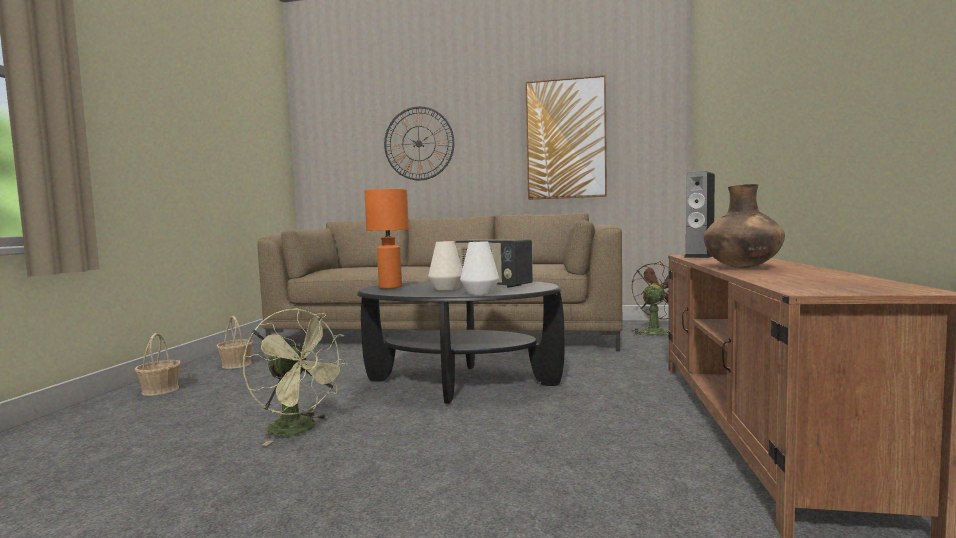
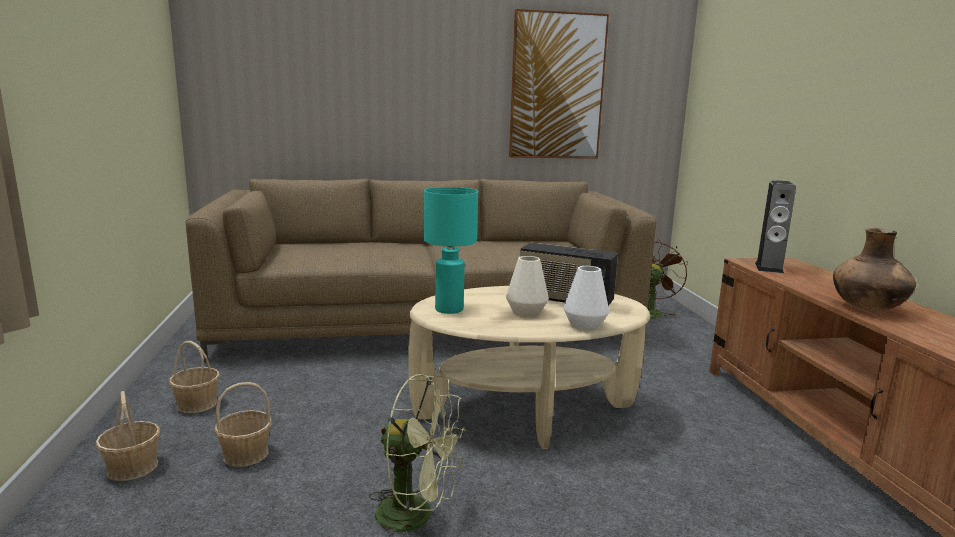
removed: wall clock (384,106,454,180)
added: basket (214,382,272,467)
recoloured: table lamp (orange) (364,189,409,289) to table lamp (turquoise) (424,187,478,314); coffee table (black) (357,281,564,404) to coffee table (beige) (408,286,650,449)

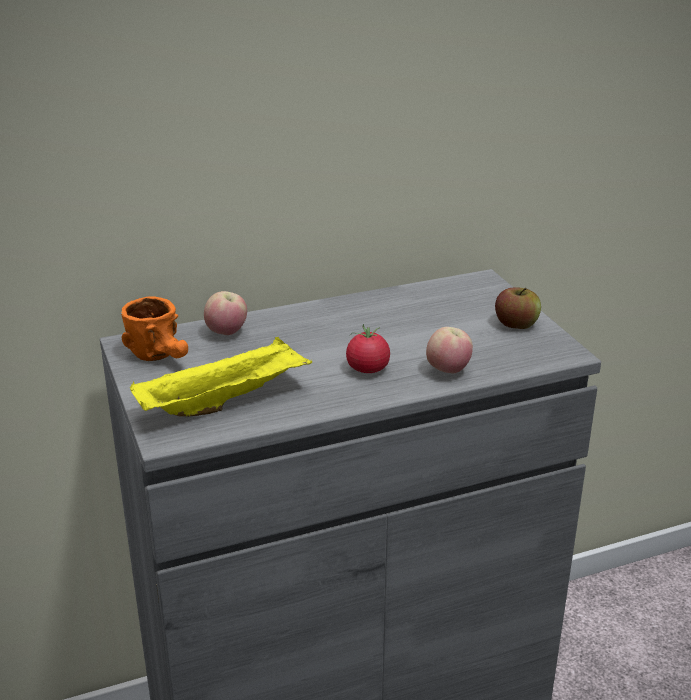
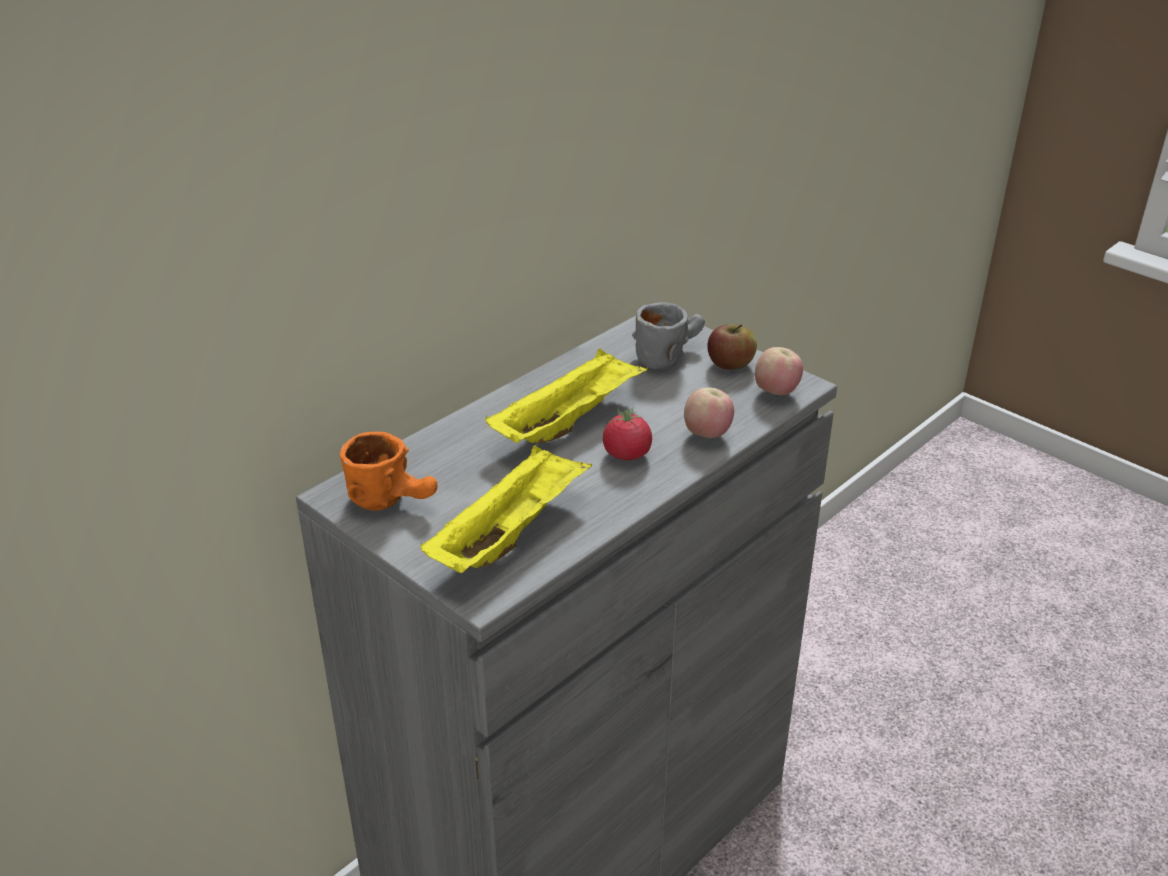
added: mug (grey) (632,302,705,370); tray (yellow) (486,348,648,444)
moved: apple (204,291,247,335) to (755,347,803,395)

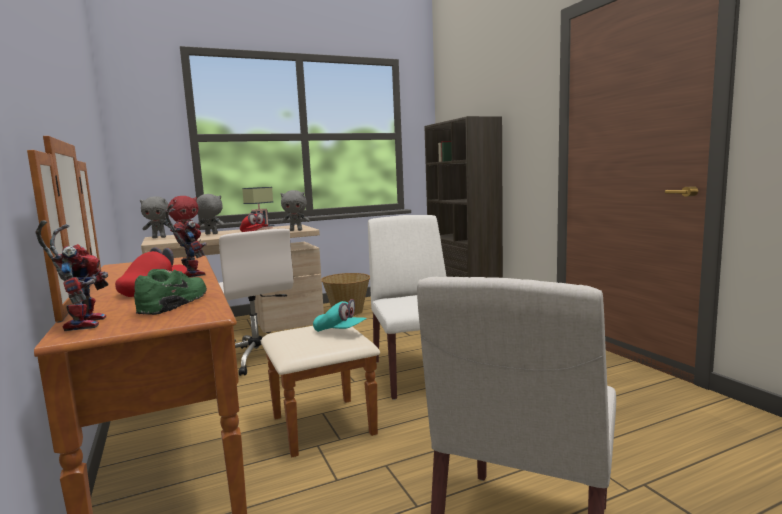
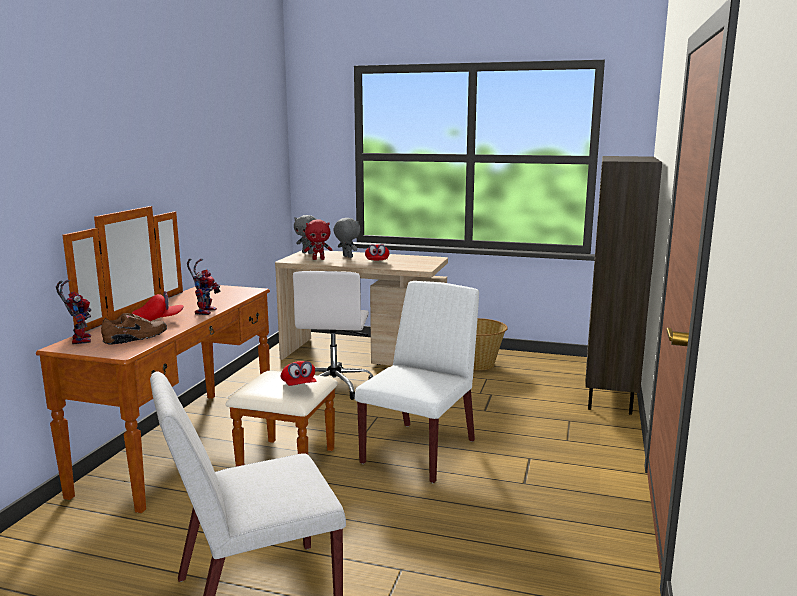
removed: table lamp (242,187,275,230); plush toy (grey) (281,190,310,231)
recoloured: shoe (green) (134,269,207,315) to shoe (brown) (101,313,167,345); cap (turquoise) (313,299,367,332) to cap (red) (281,361,317,386)
turned: toy robot (36,220,108,331) = (56,280,91,344) 45 degrees counterclockwise

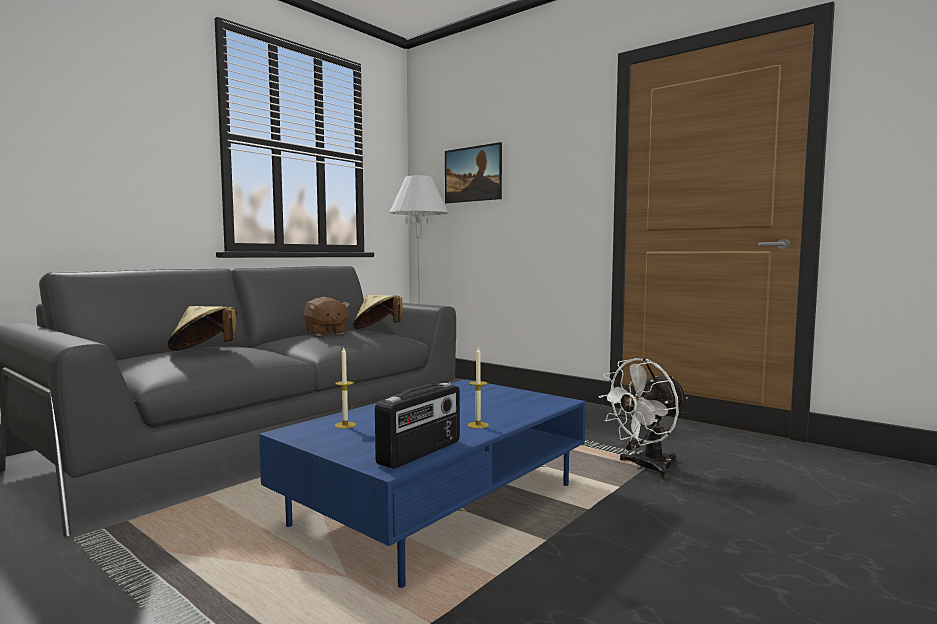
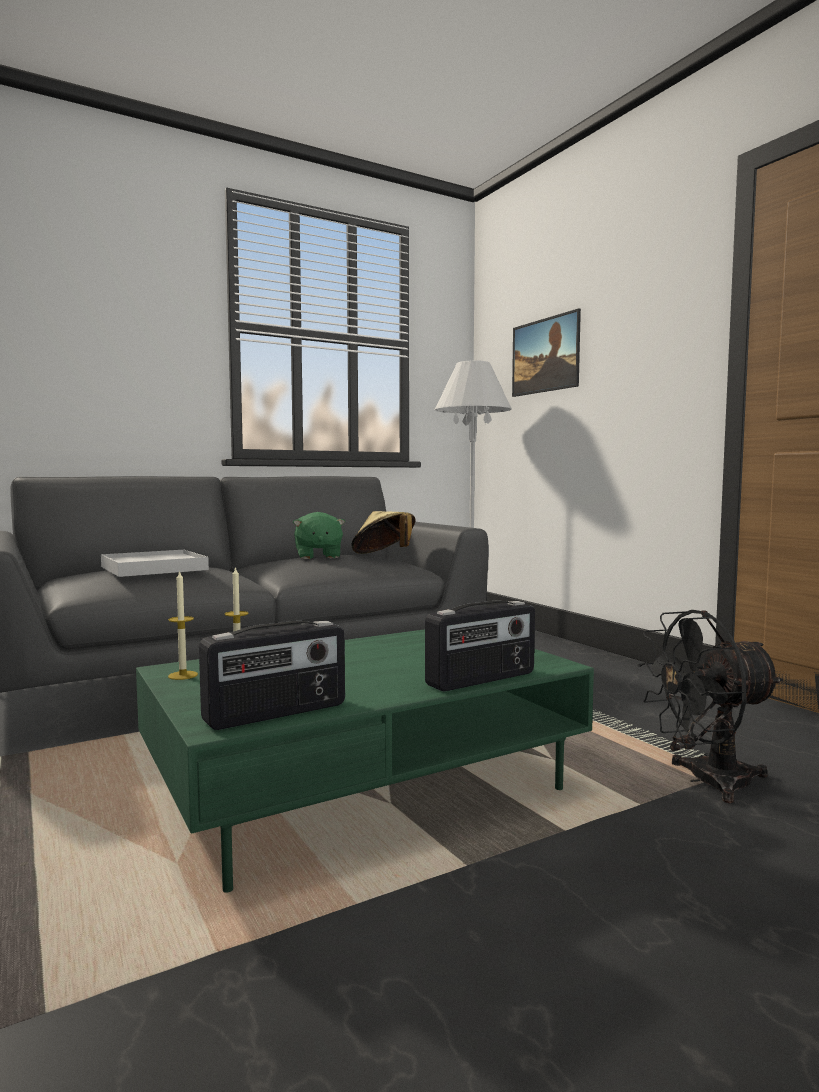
added: radio (425,601,535,691)
moved: candle (468,348,489,429) to (168,570,198,680)
replaced: hat (beige) (168,306,237,351) to tray (white) (101,550,209,577)
recoloured: plush toy (brown) (304,297,350,336) to plush toy (green) (293,512,346,559); fan (white) (599,358,688,479) to fan (black) (638,610,783,803); coffee table (blue) (259,379,586,588) to coffee table (green) (136,629,594,893)

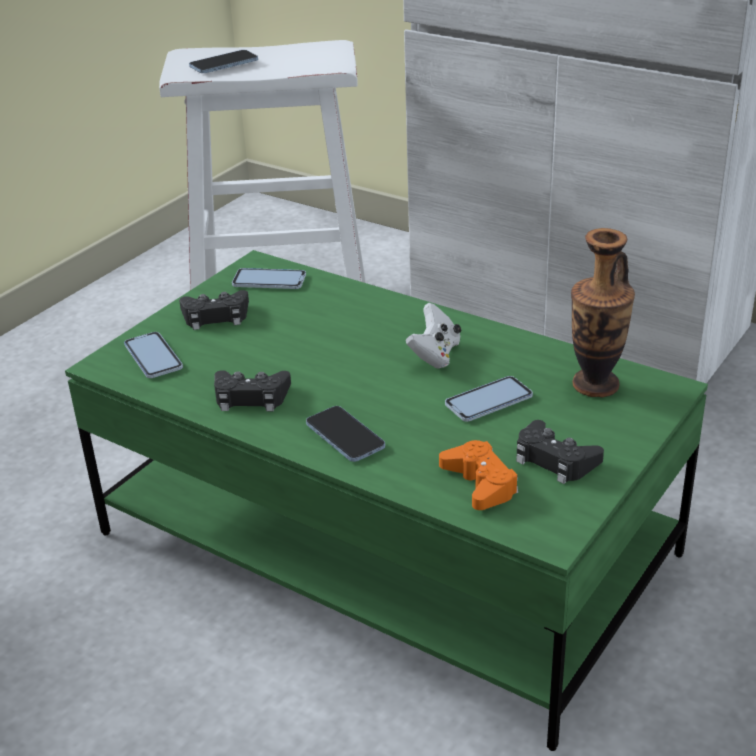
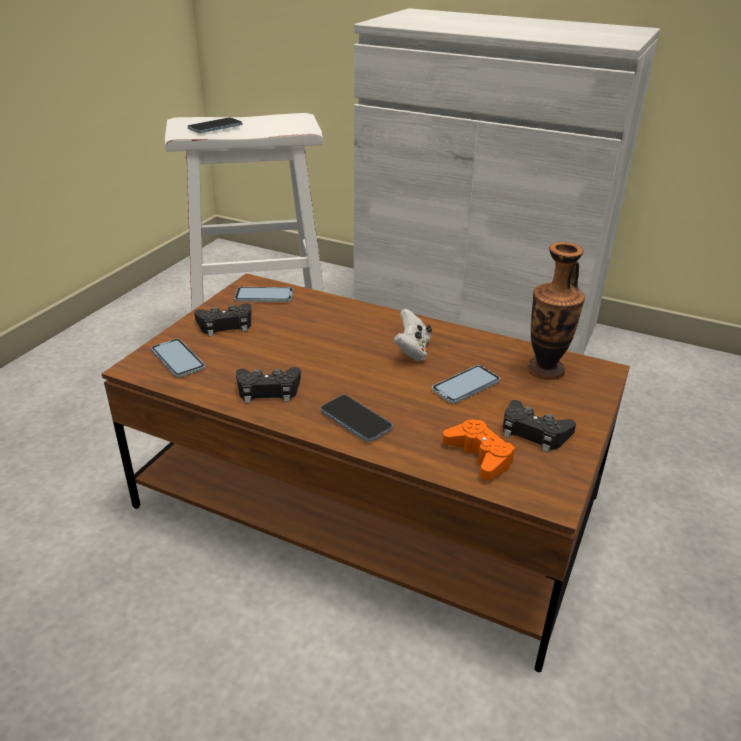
recoloured: coffee table (green) (65,250,708,751) to coffee table (brown) (102,273,630,672)

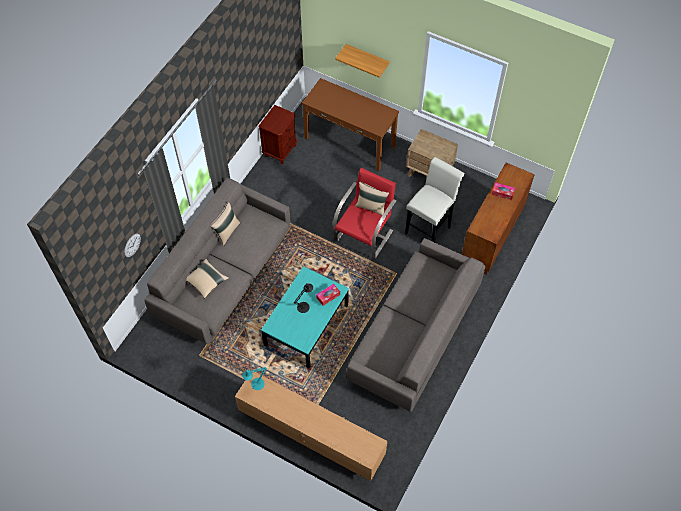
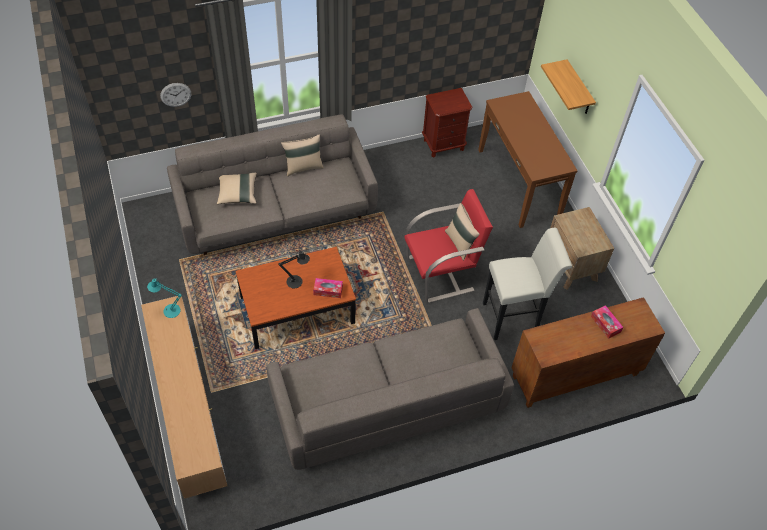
recoloured: coffee table (turquoise) (261,266,349,369) to coffee table (brown) (236,247,356,349)

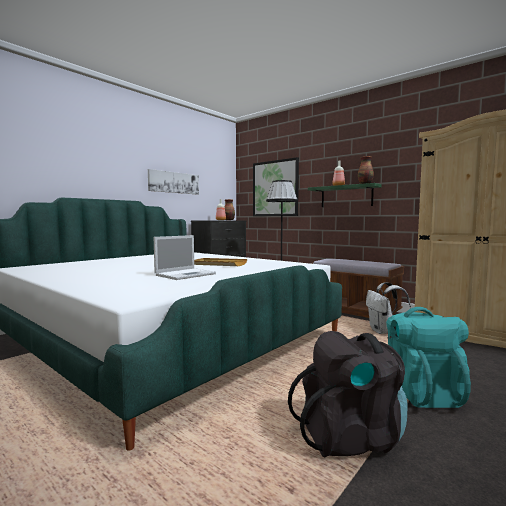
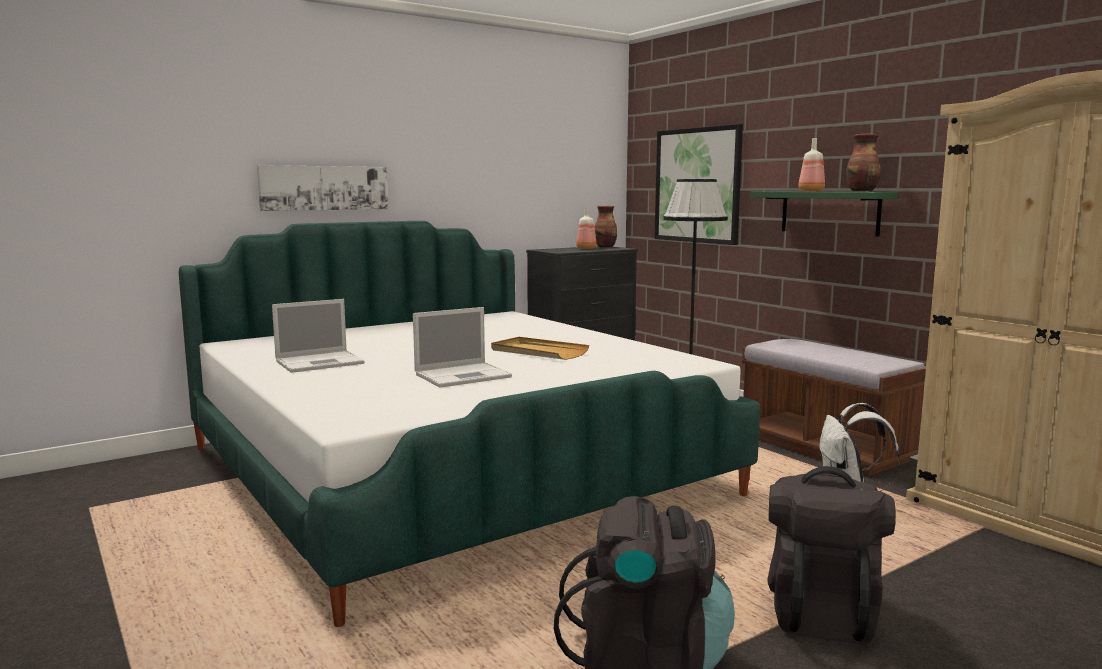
added: laptop (272,299,365,373)
moved: picture (148,169,199,195) to (257,165,388,211)
recoloured: backpack (turquoise) (386,307,471,408) to backpack (black) (767,466,896,644)

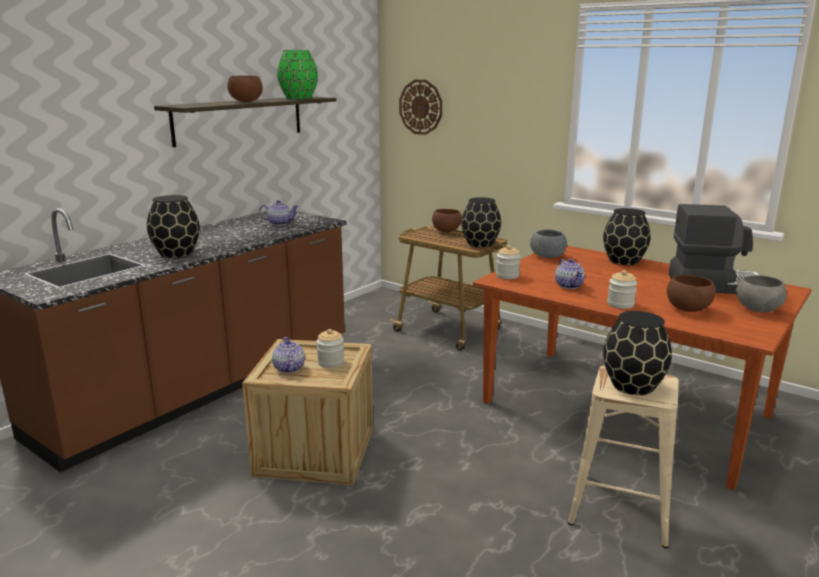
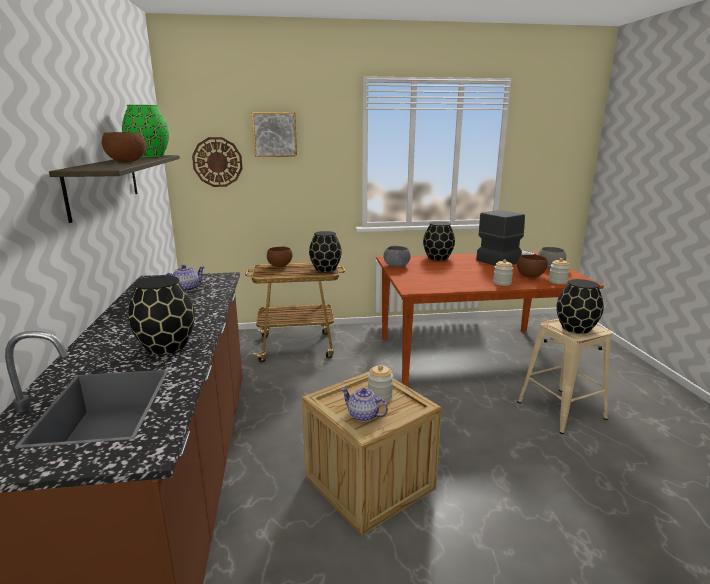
removed: teapot (555,259,585,289)
added: picture (252,112,297,157)
moved: jar (496,245,521,279) to (549,258,570,284)

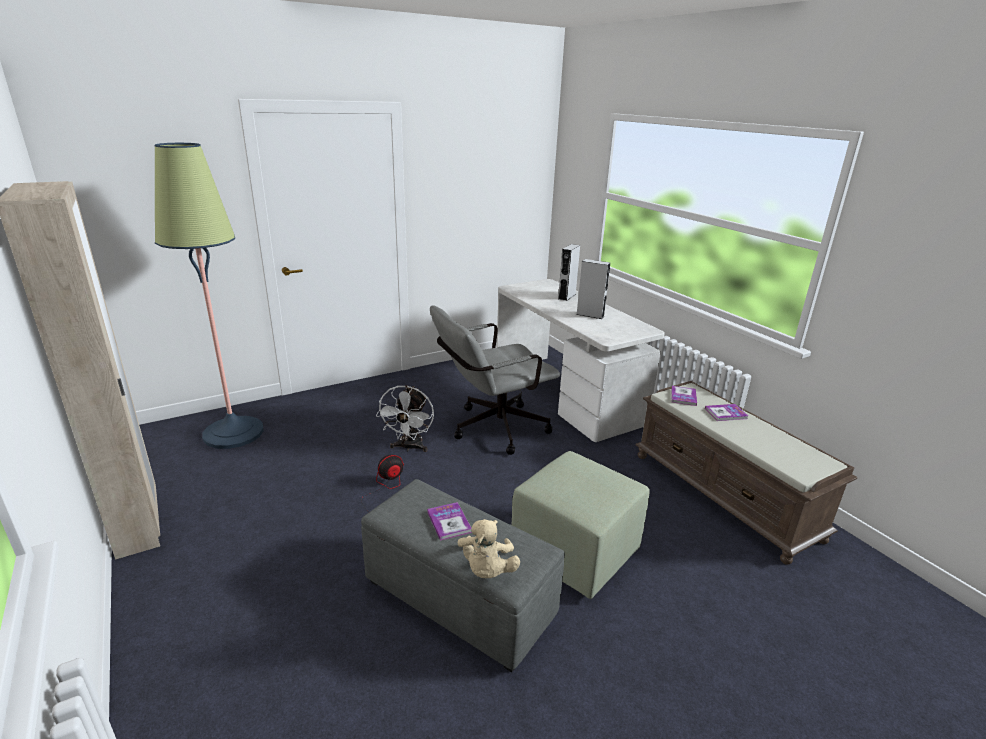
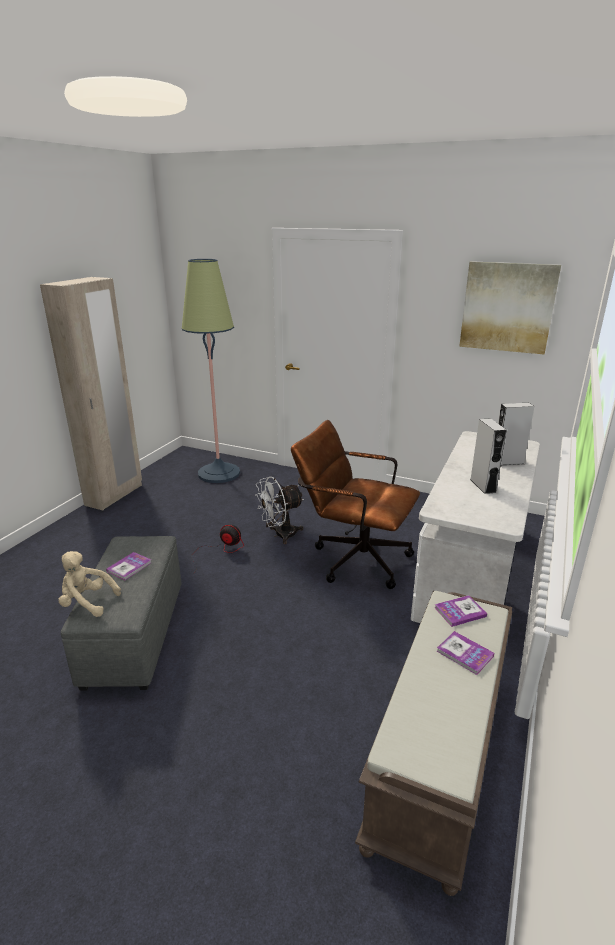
removed: ottoman (green) (511,451,650,599)
added: picture (459,261,561,354)
recoloured: office chair (grey) (430,305,560,455) to office chair (brown) (291,420,420,589)
turned: plush toy (beige) (458,519,520,578) = (59,551,121,617) 45 degrees clockwise

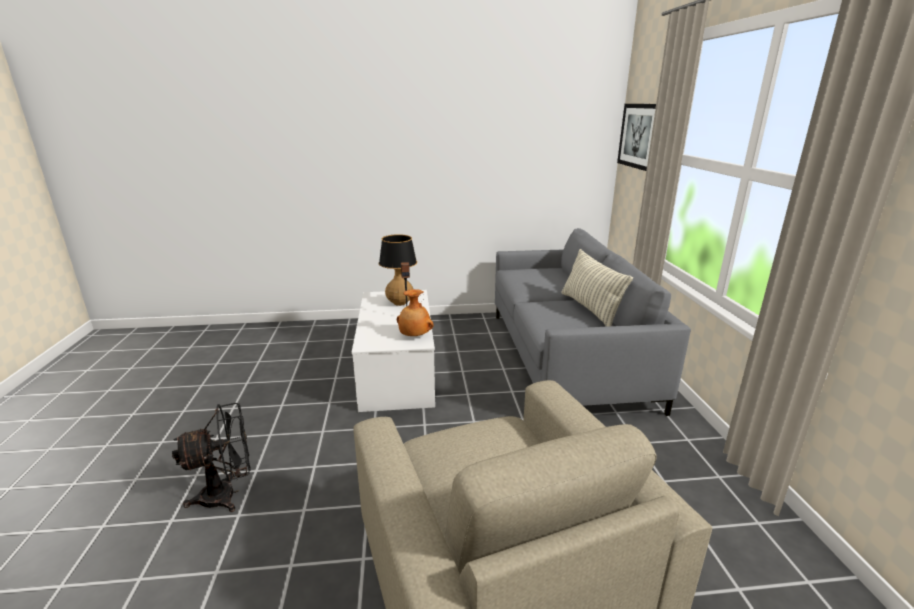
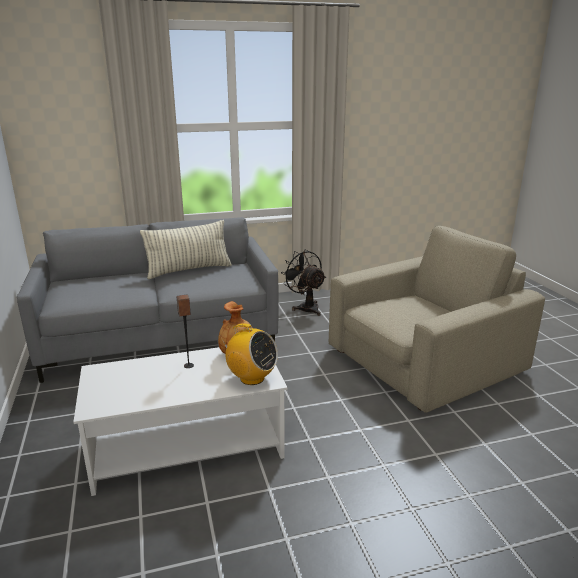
removed: picture (617,104,656,171); table lamp (379,234,424,306)
added: radio (222,323,278,385)
moved: fan (black) (172,403,251,512) to (281,250,326,316)

